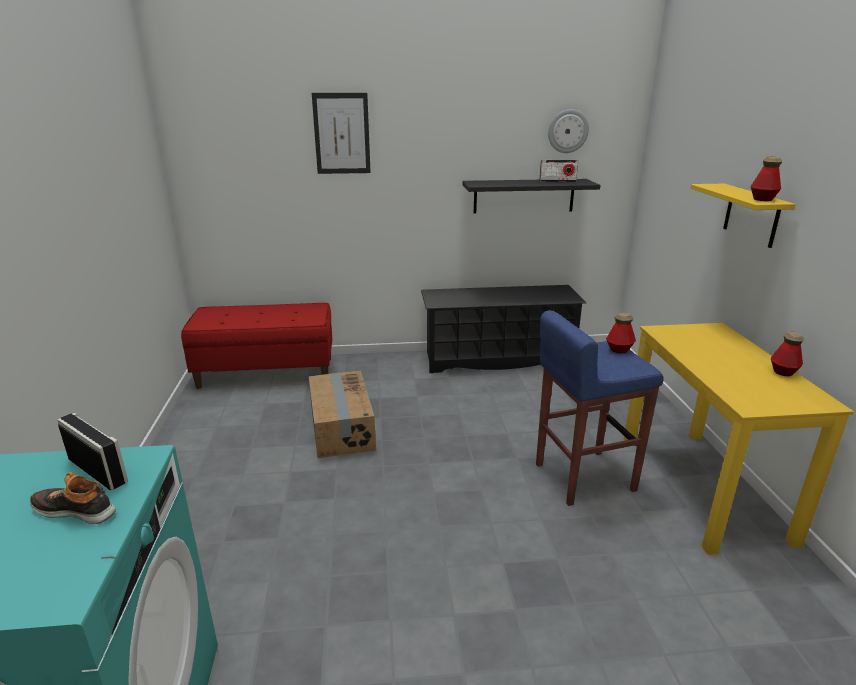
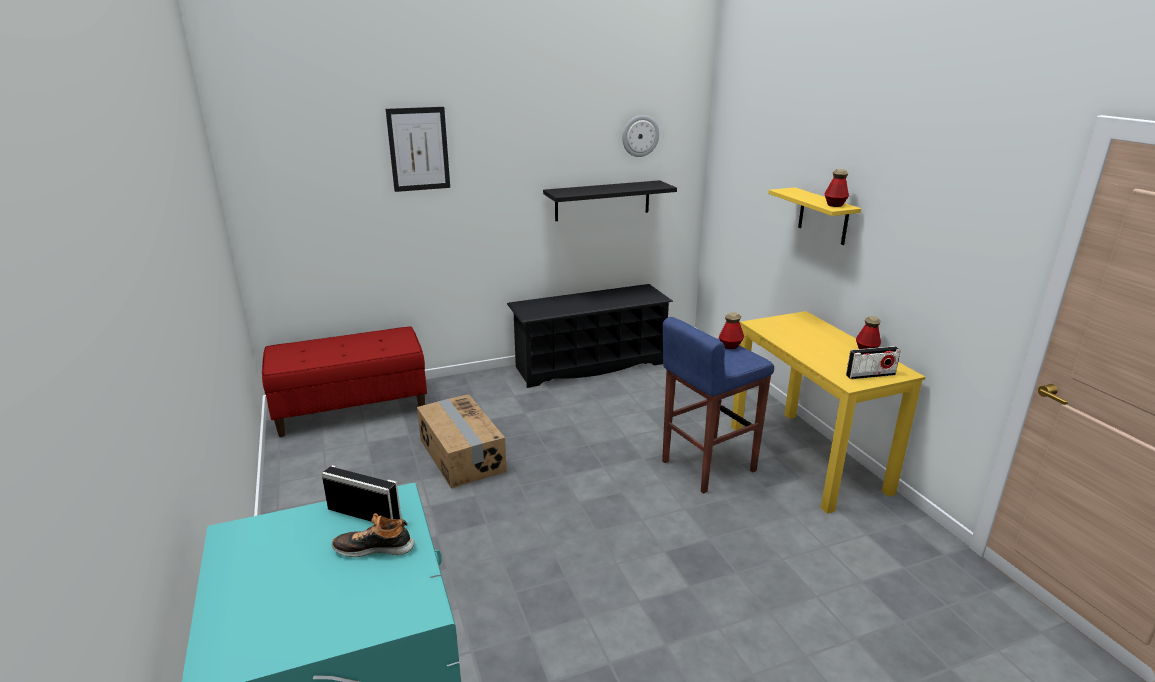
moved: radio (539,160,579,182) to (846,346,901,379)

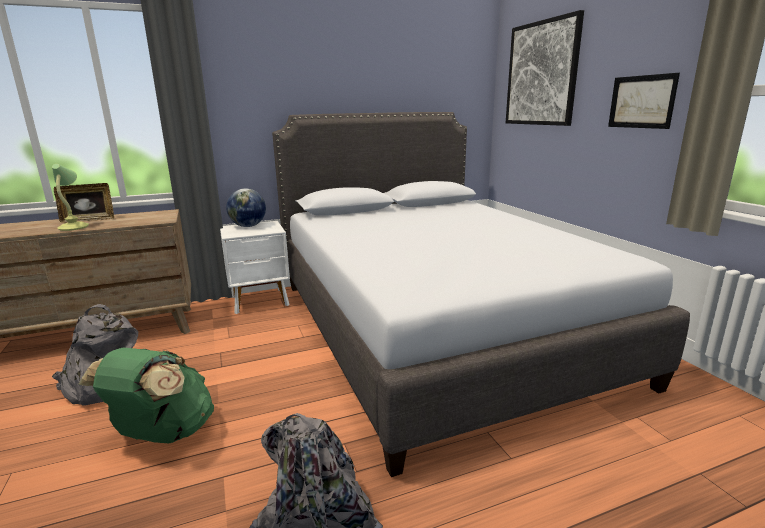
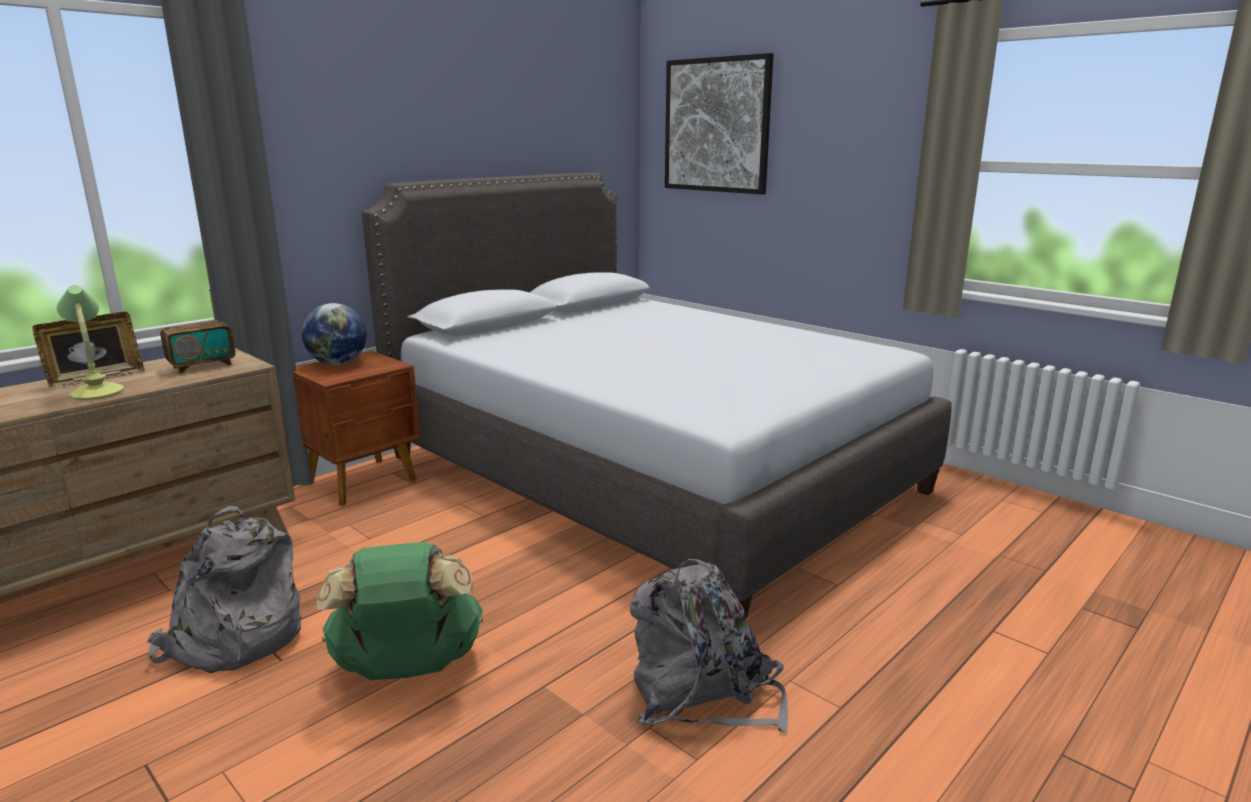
removed: picture (608,73,680,129)
added: radio (160,289,235,374)
recoloured: nightstand (white) (220,221,290,314) to nightstand (brown) (293,351,420,506)

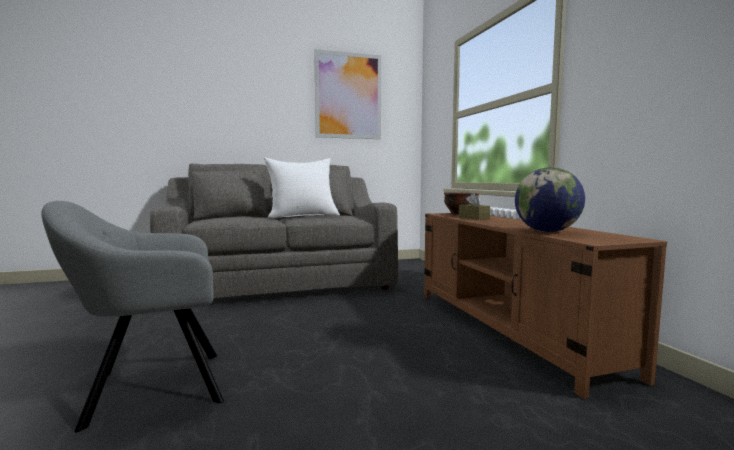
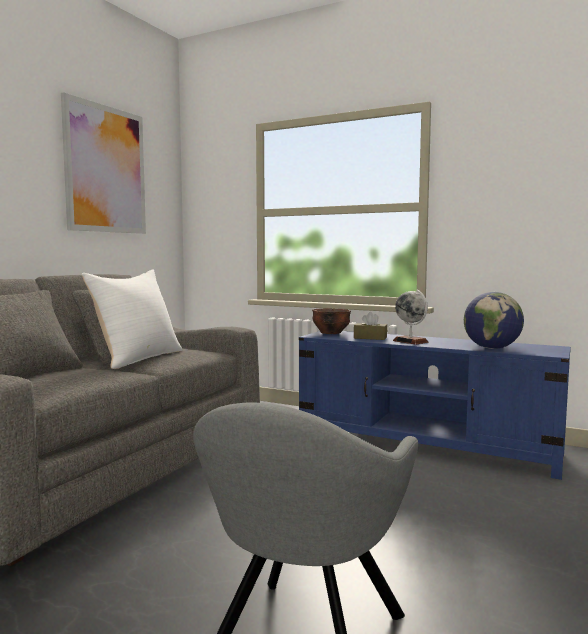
added: globe (393,290,428,345)
recoloured: tv stand (brown) (424,213,667,399) to tv stand (blue) (299,331,571,480)

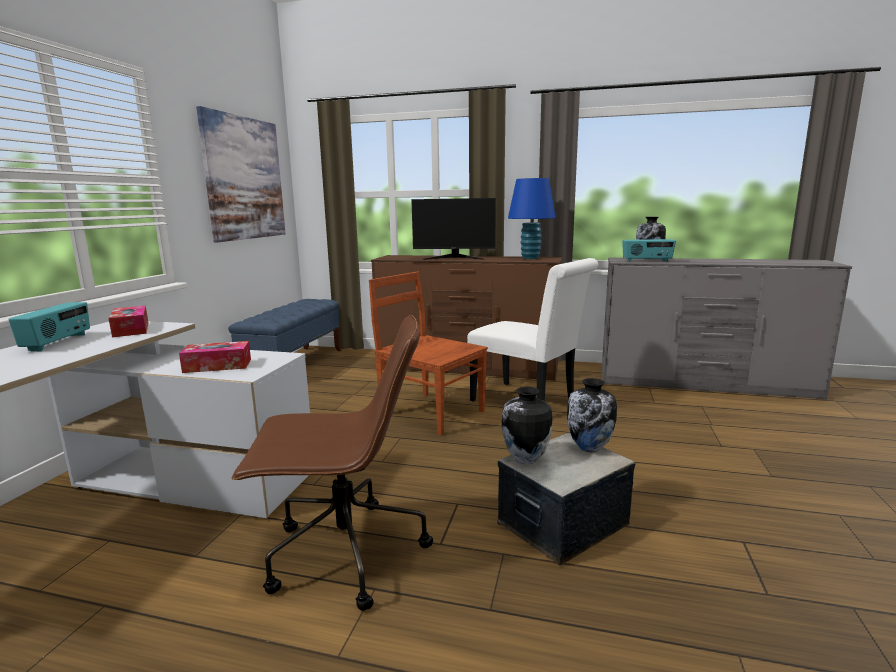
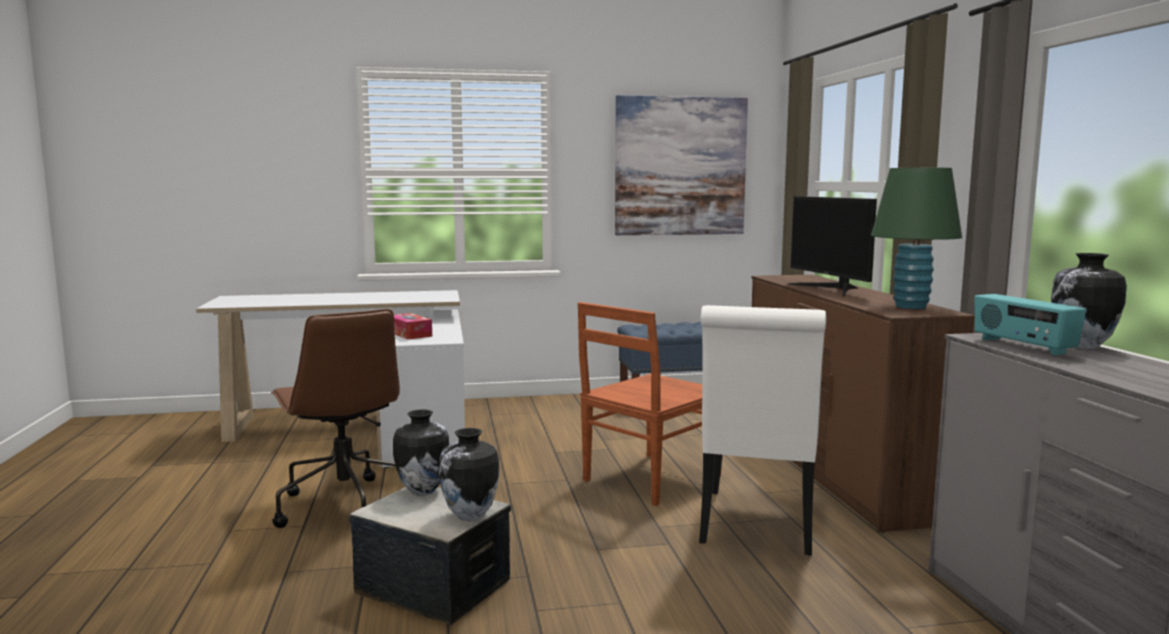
removed: radio (8,302,90,351); tissue box (109,306,148,337)
recoloured: table lamp (blue) (508,178,556,259) to table lamp (green) (871,168,962,309)
turned: chair (brown) (369,272,488,435) = (578,302,722,506) 150 degrees counterclockwise

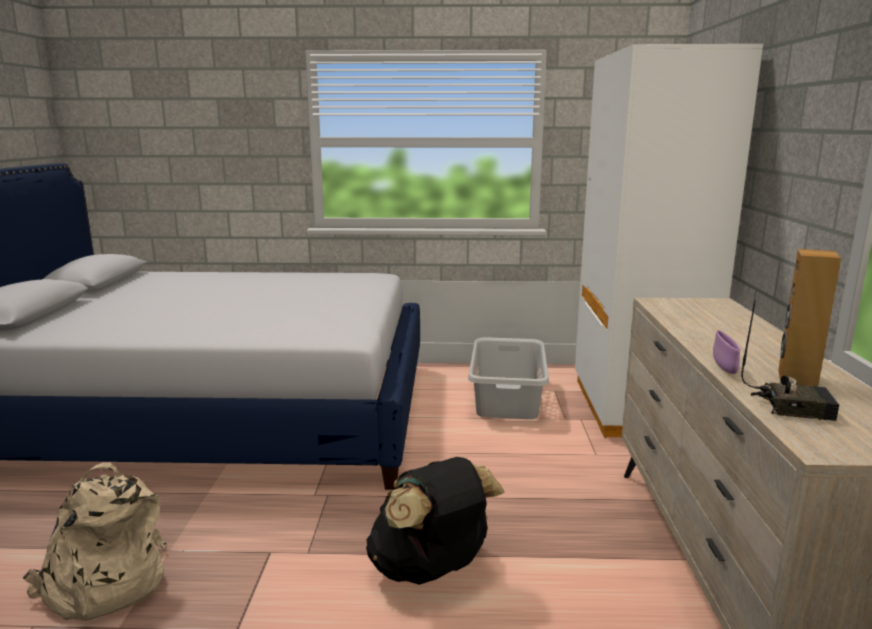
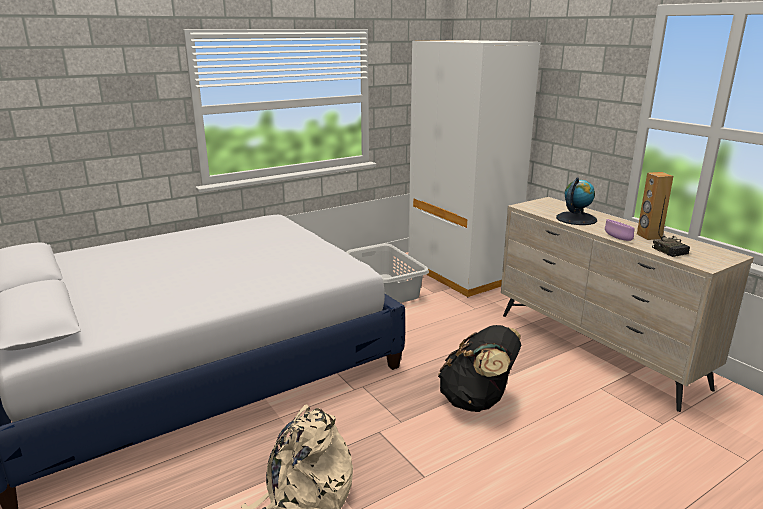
added: globe (556,177,597,225)
turned: radio (741,300,839,421) = (652,196,690,257) 90 degrees clockwise

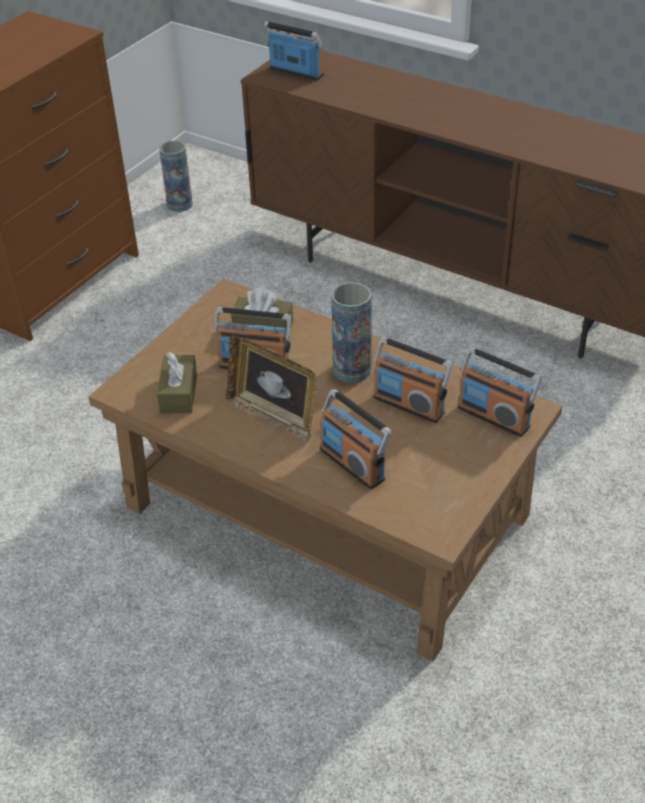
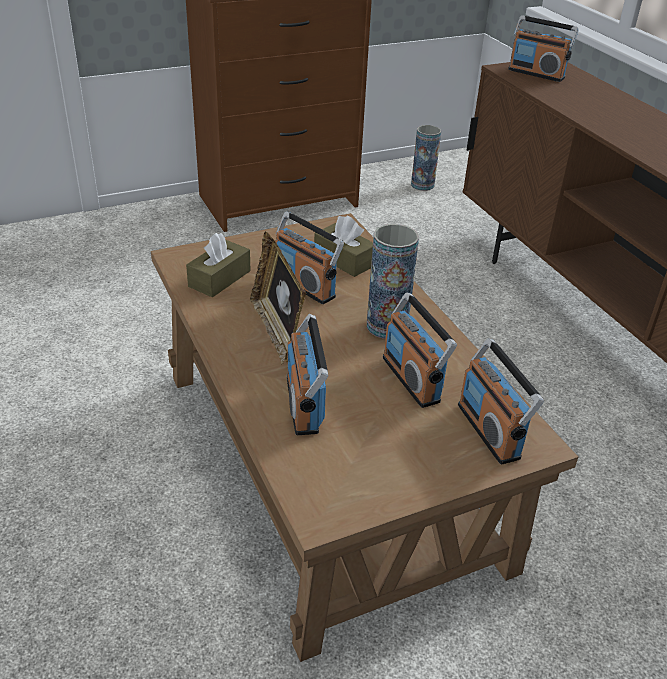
turned: radio (263,21,324,80) = (508,15,579,82) 150 degrees clockwise

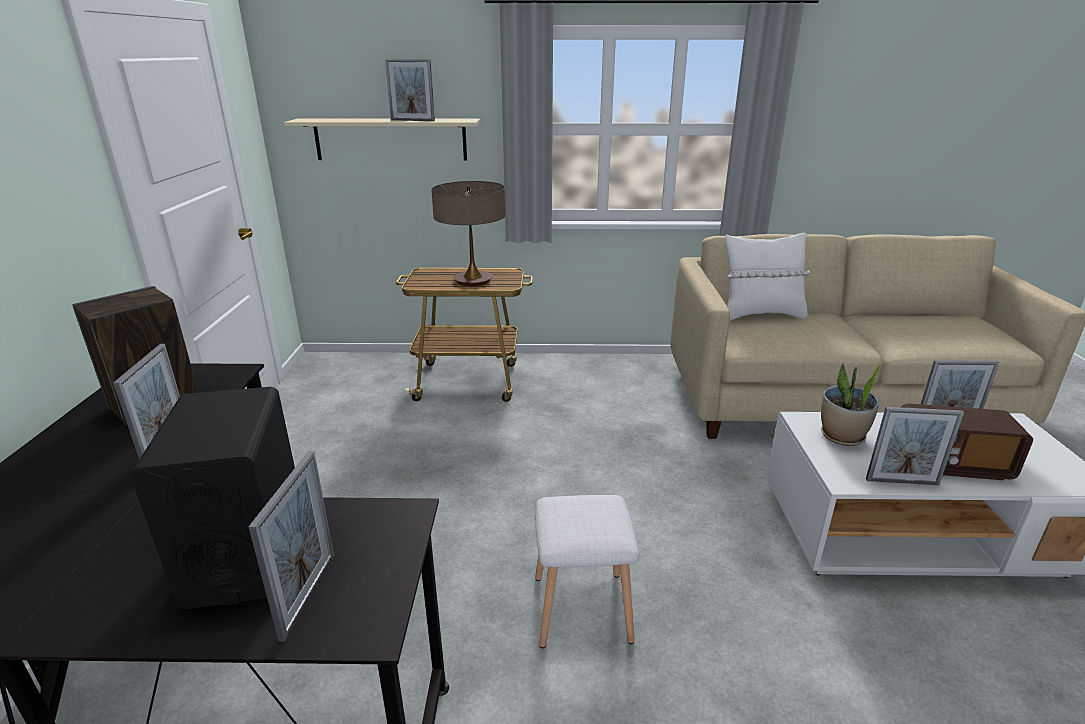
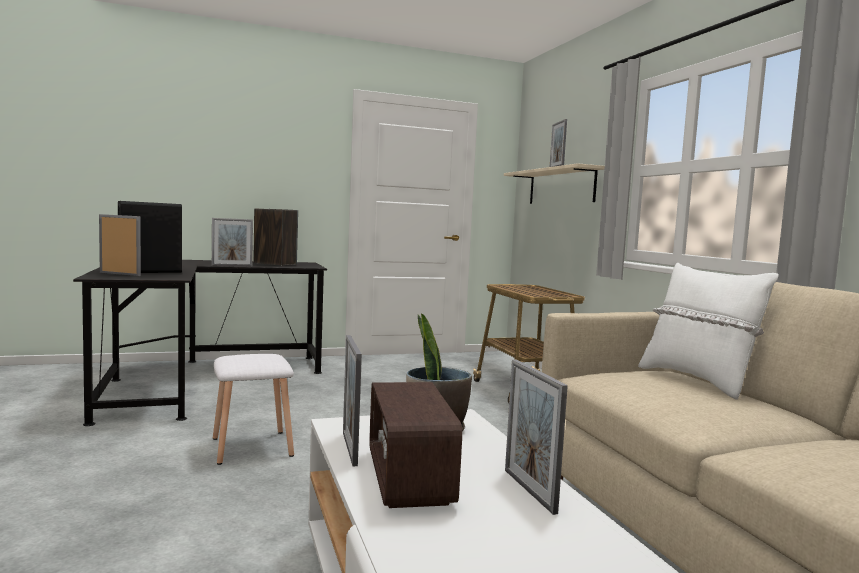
removed: table lamp (431,181,506,286)
turned: picture frame (249,451,334,642) = (99,214,141,276) 150 degrees counterclockwise

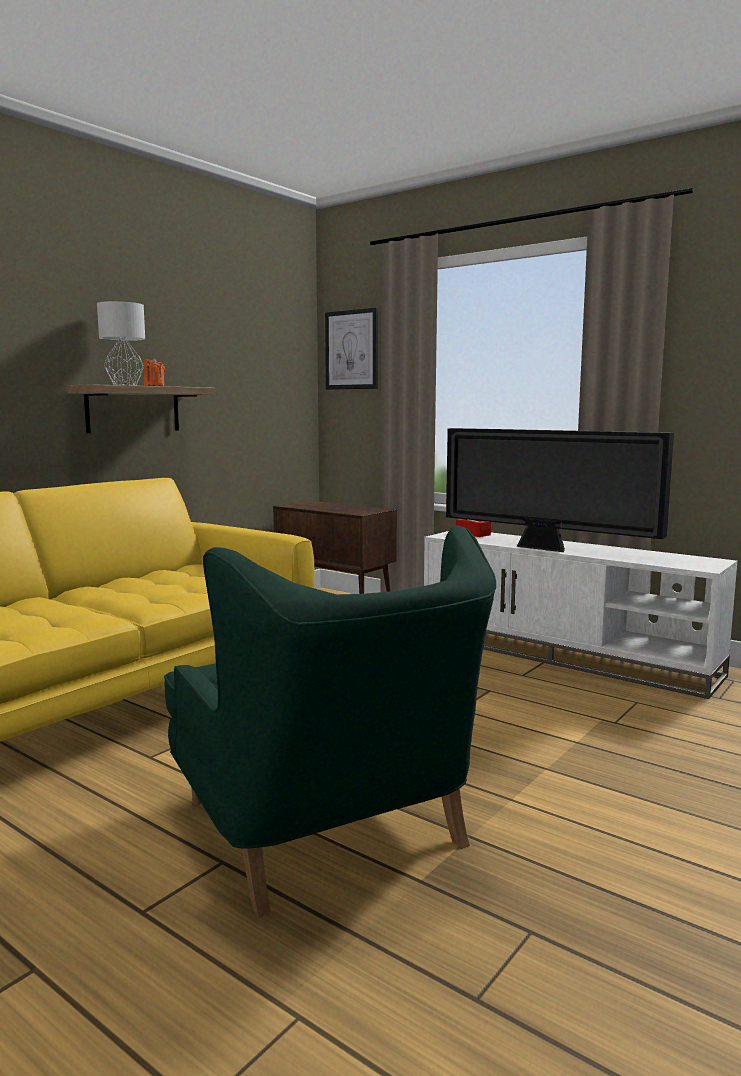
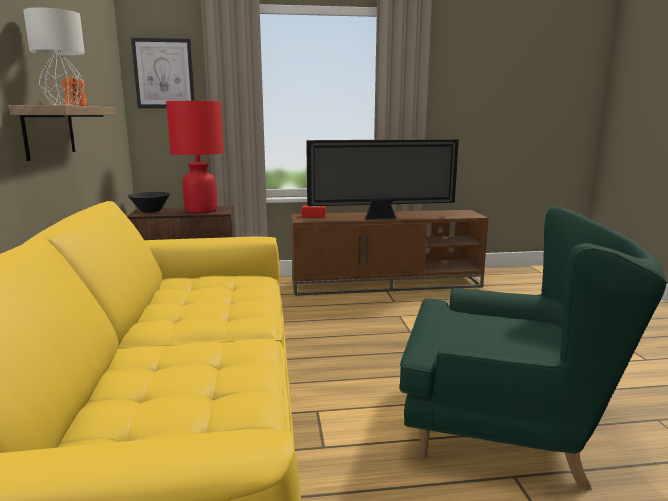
added: table lamp (red) (166,101,224,213); bowl (black) (128,192,170,213)
recoloured: tv stand (white) (424,531,738,699) to tv stand (brown) (291,210,489,296)

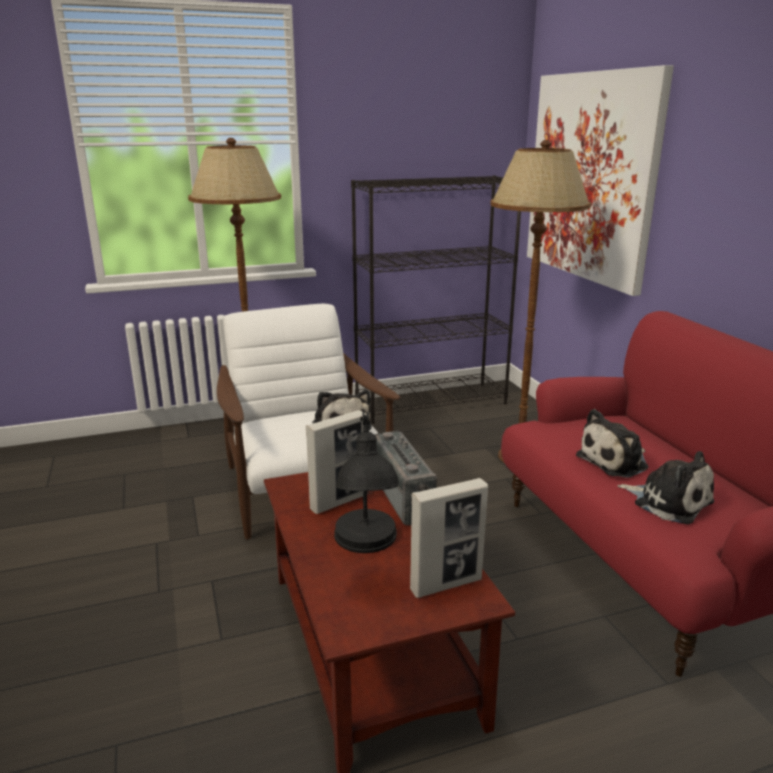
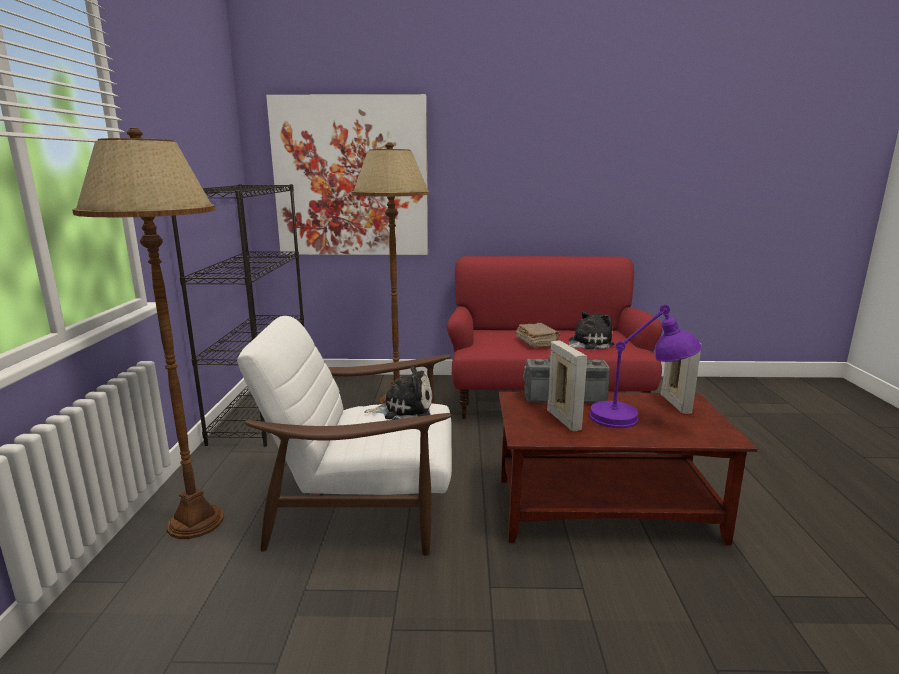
replaced: plush toy (576,409,649,478) to book (brown) (516,323,560,348)
recoloured: table lamp (black) (334,412,399,553) to table lamp (purple) (589,304,702,428)

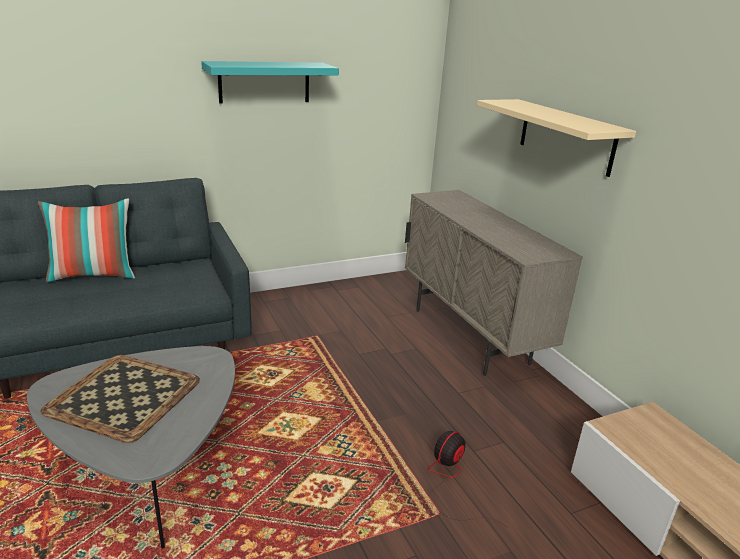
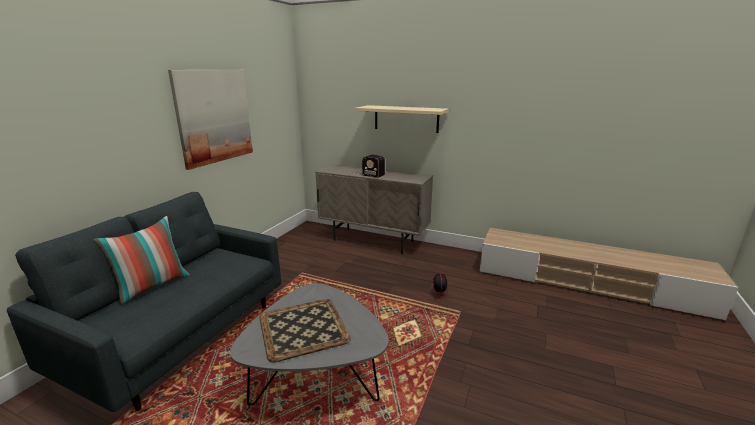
added: radio (355,155,385,178)
replaced: shelf (turquoise) (201,61,339,104) to picture (168,70,253,170)

